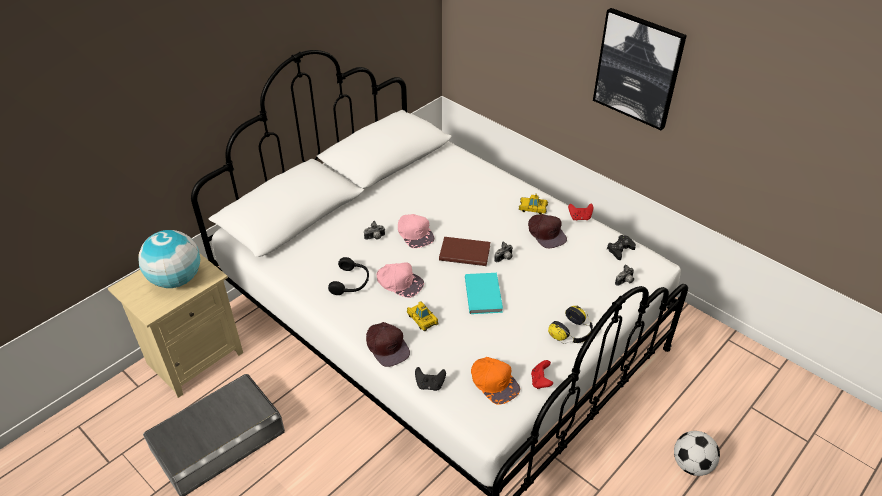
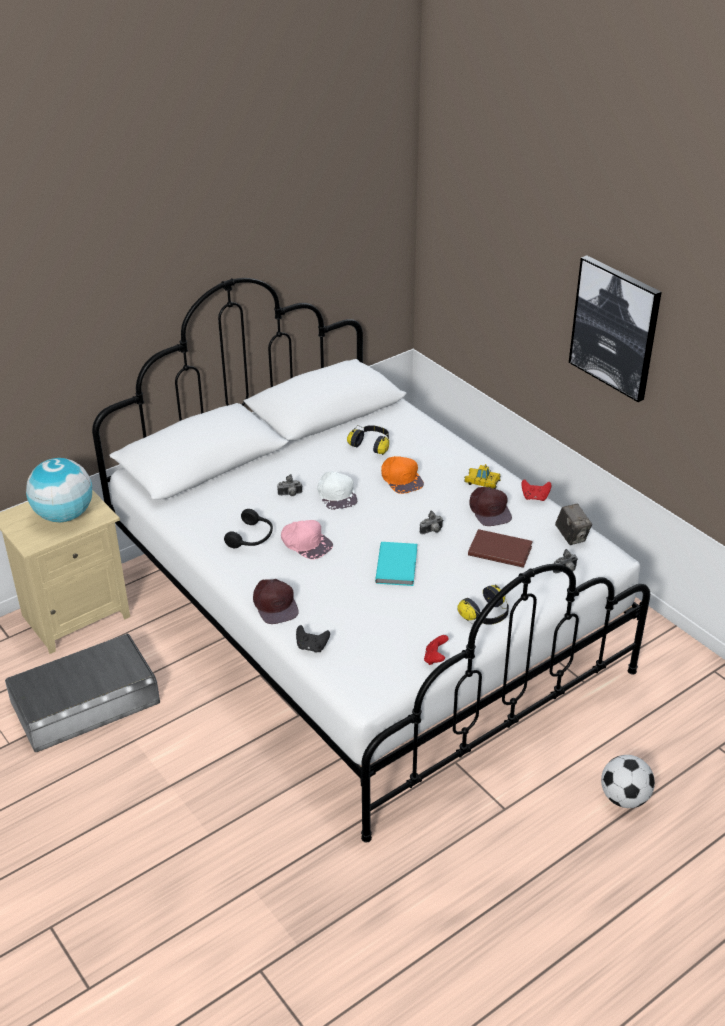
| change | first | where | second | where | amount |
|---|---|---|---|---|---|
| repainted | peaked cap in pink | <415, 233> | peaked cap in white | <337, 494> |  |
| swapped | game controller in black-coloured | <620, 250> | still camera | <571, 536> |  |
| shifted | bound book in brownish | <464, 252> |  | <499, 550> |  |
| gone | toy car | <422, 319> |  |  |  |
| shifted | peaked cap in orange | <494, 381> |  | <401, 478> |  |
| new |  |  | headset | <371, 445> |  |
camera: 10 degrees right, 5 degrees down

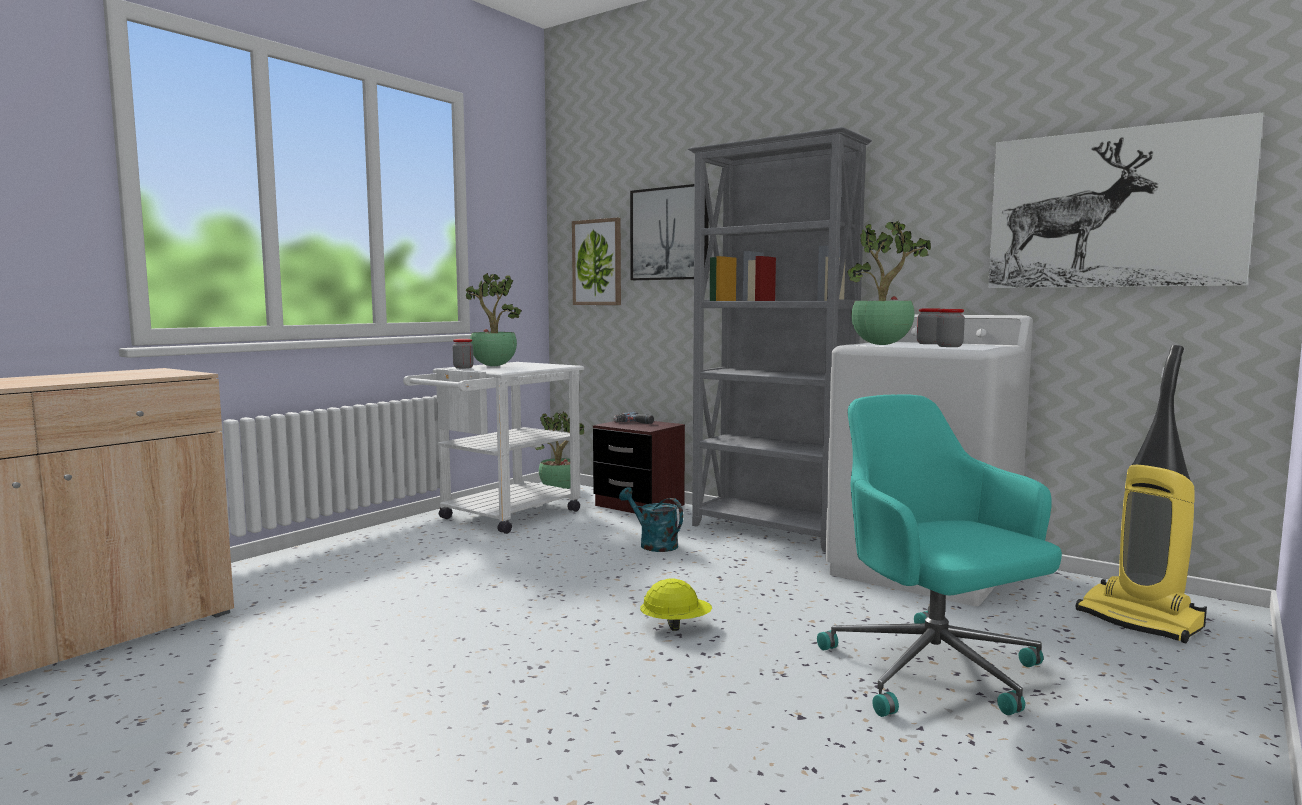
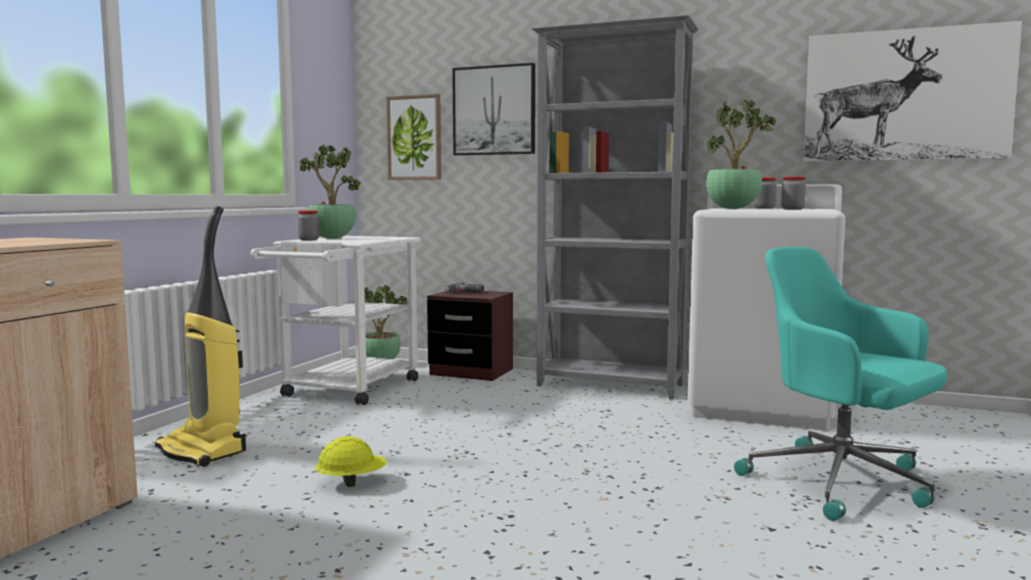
| change | first | where | second | where | amount |
|---|---|---|---|---|---|
| shifted | vacuum cleaner | <1141, 620> |  | <203, 451> |  |
| gone | watering pot in turquoise | <653, 544> |  |  |  |
| shifted | work helmet in yellowish | <676, 626> |  | <352, 482> |  |
camera: 15 degrees left, 0 degrees up

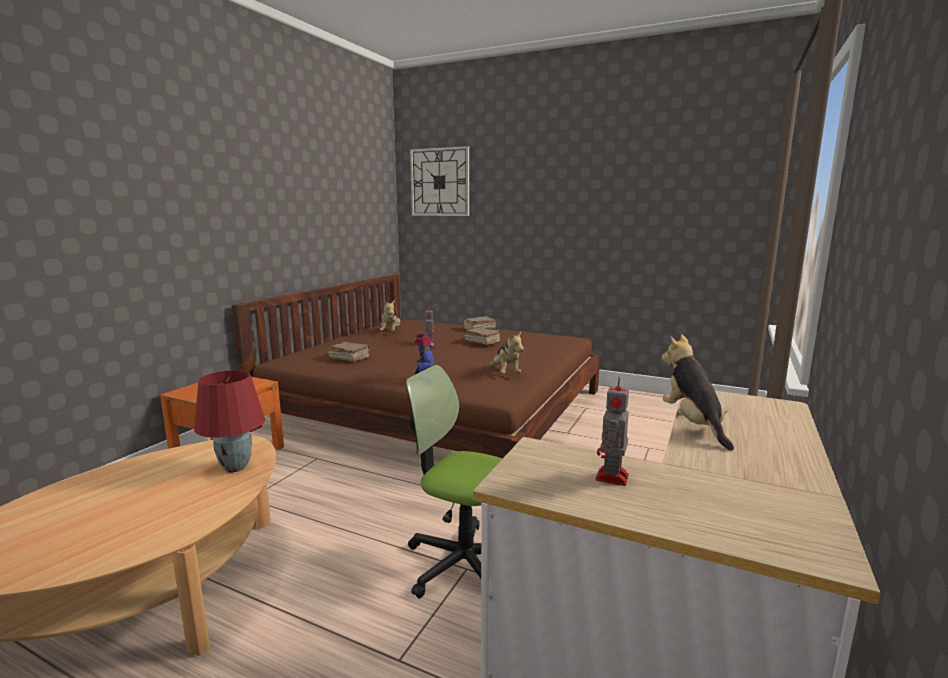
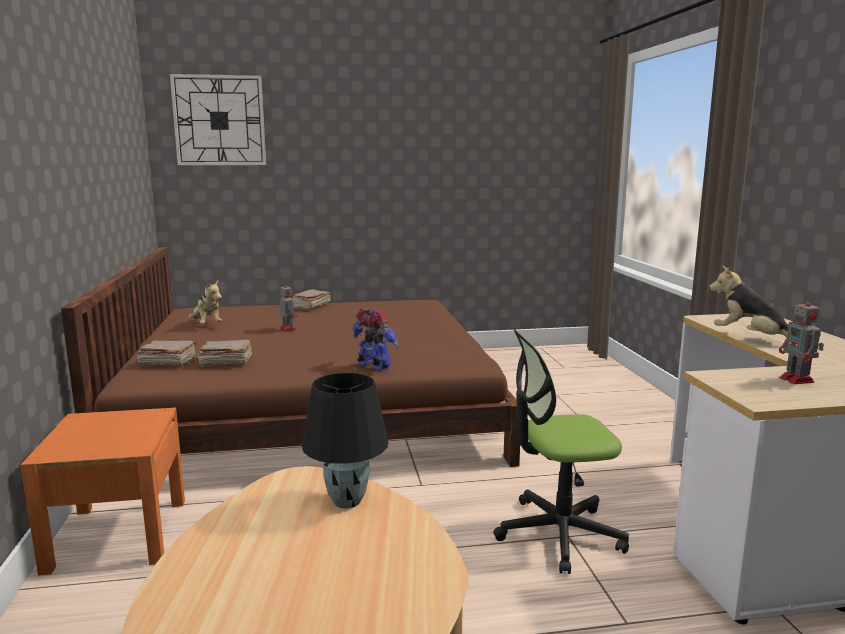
| change | first | where | second | where | amount |
|---|---|---|---|---|---|
| shifted | bound book in brownish | <482, 342> |  | <167, 362> |  |
| gone | cuddly toy | <505, 373> |  |  |  |
| repainted | tabletop lamp in reddish | <234, 467> | tabletop lamp in black-coloured | <346, 502> |  |
camera: 35 degrees left, 0 degrees up

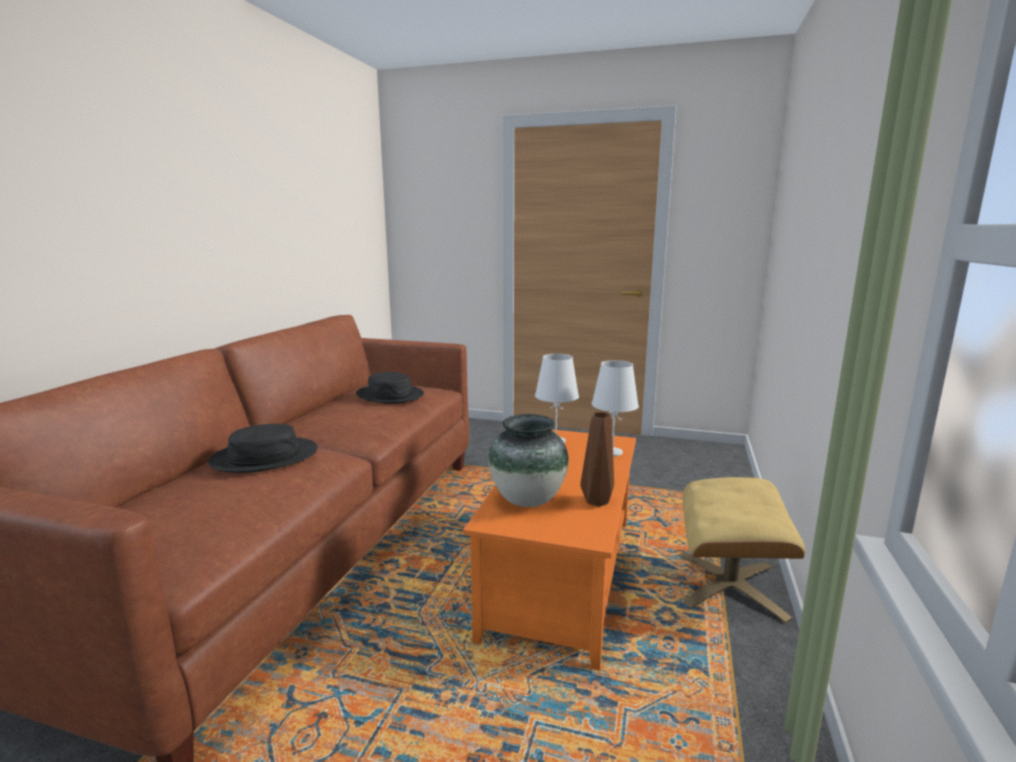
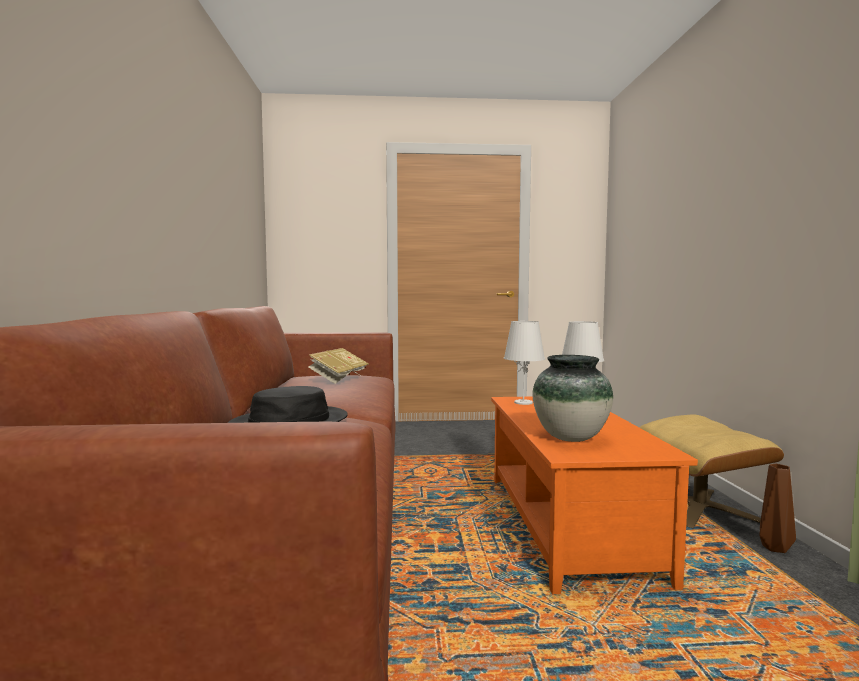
| change | first | where | second | where | amount |
|---|---|---|---|---|---|
| swapped | hat in black-coloured | <390, 395> | bound book | <338, 378> |  |
| shifted | flower vase in brownish | <598, 501> |  | <775, 547> |  |
camera: 20 degrees left, 10 degrees down

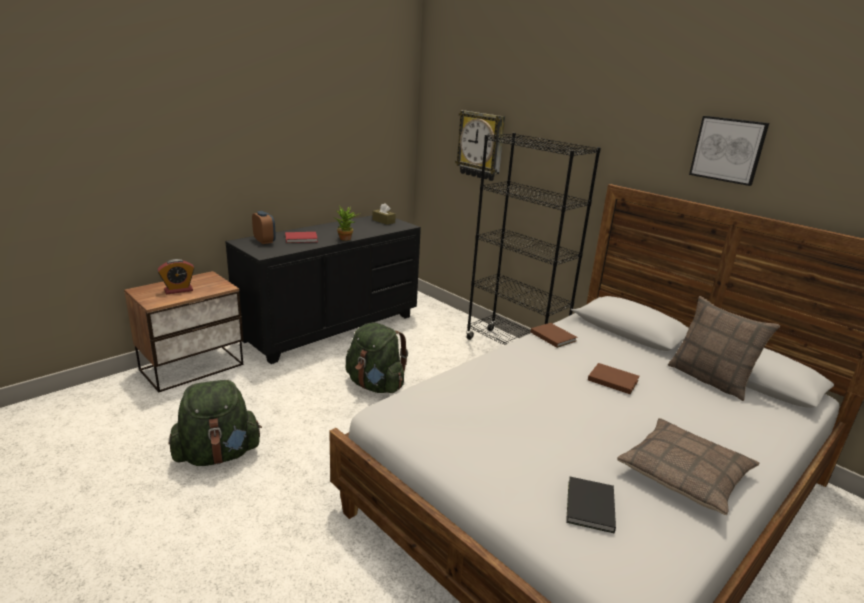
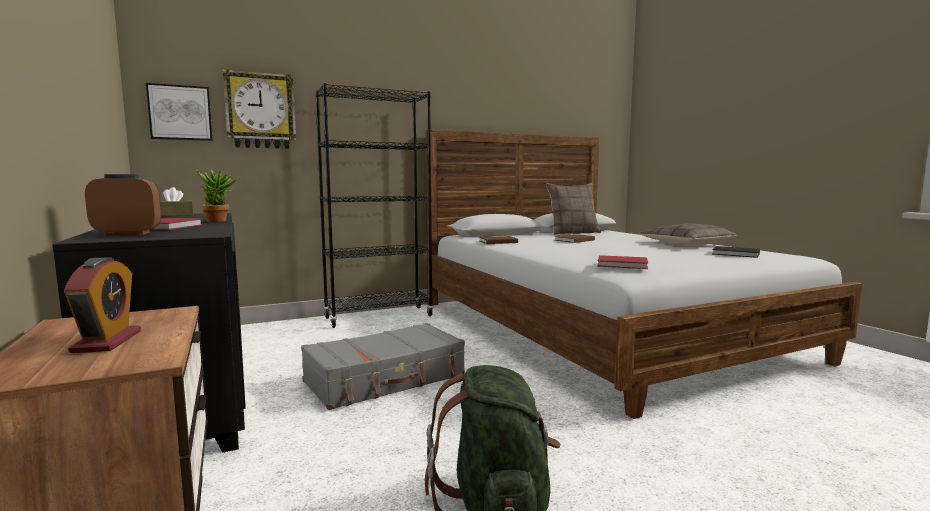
| change | first | where | second | where | amount |
|---|---|---|---|---|---|
| shifted | wall picture | <728, 150> |  | <180, 113> |  |
| swapped | knapsack in green-coloured | <375, 385> | piece of luggage in greyish | <386, 379> |  |
| new |  |  | bound book in reddish | <623, 265> |  |
camera: 70 degrees left, 15 degrees down

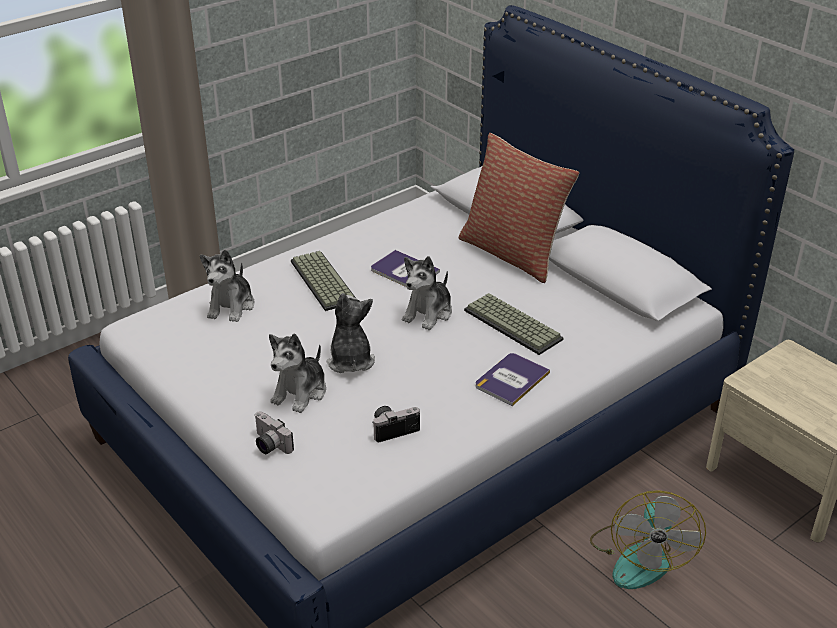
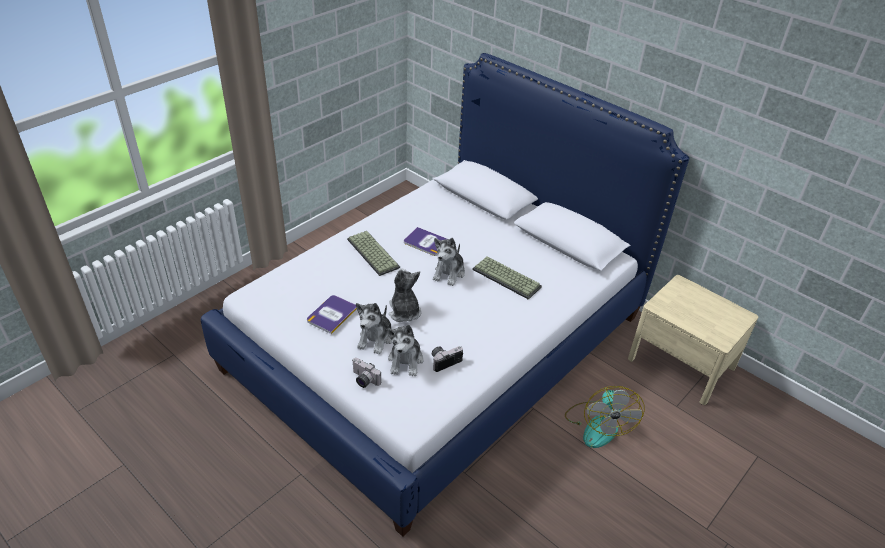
| change | first | where | second | where | amount |
|---|---|---|---|---|---|
| gone | cushion | <513, 253> |  |  |  |
| shifted | cuddly toy | <231, 306> |  | <406, 360> |  |
| shifted | bound book | <511, 379> |  | <332, 314> |  |
camera: 10 degrees left, 5 degrees up

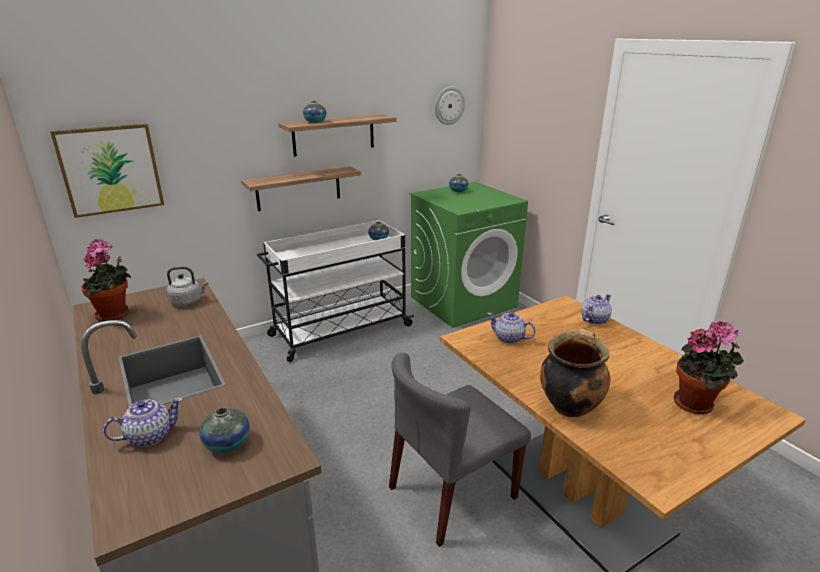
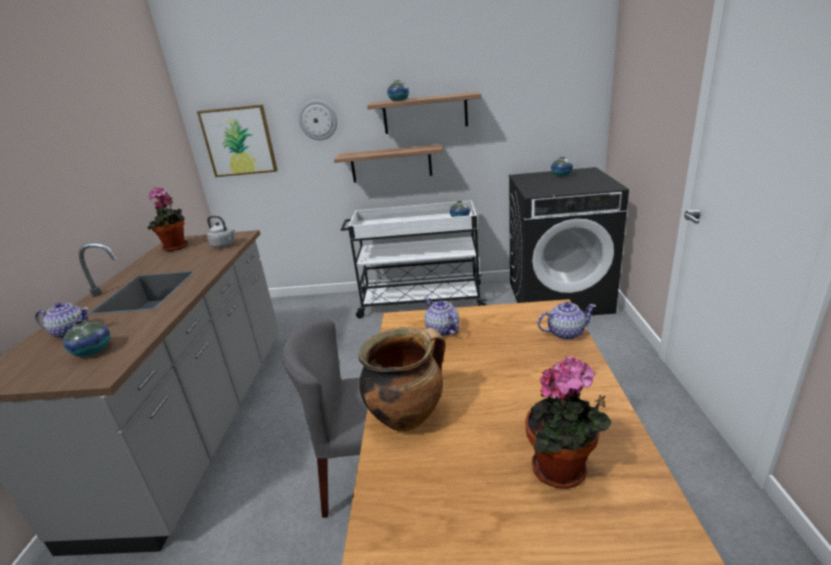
| change | first | where | second | where | amount |
|---|---|---|---|---|---|
| shifted | clock on the wall | <449, 105> |  | <318, 120> |  |
| repainted | washing machine in green-coloured | <463, 301> | washing machine in black-coloured | <559, 297> |  |
camera: 35 degrees right, 0 degrees up

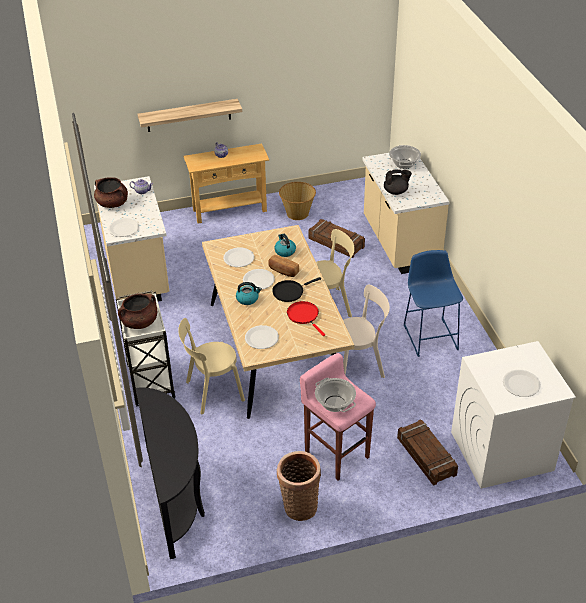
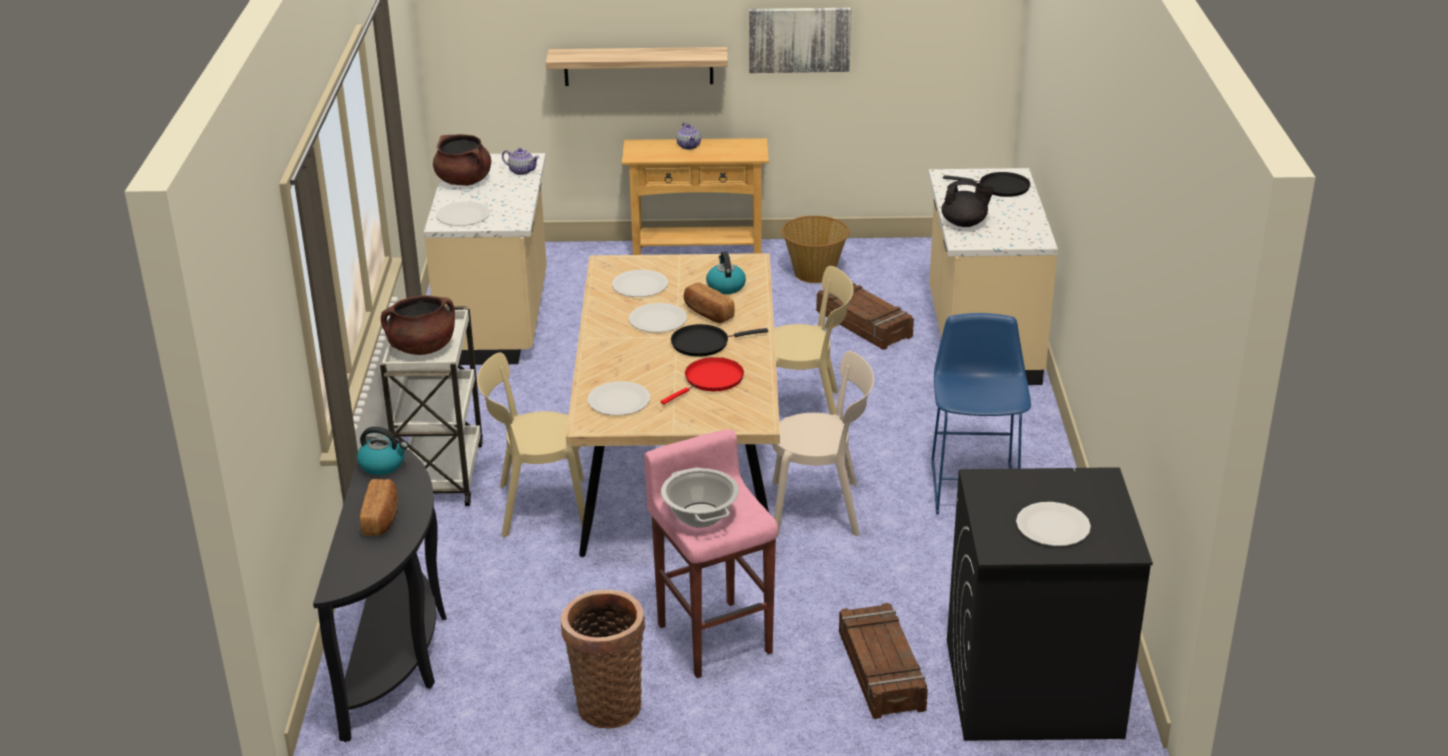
| change | first | where | second | where | amount |
|---|---|---|---|---|---|
| swapped | stockpot | <404, 164> | skillet in black-coloured | <1000, 187> |  |
| shifted | water kettle | <248, 299> |  | <383, 465> |  |
| rotated | skillet in reddish | <304, 316> |  | <711, 380> | 60 degrees clockwise |
| repainted | washing machine in white | <501, 451> | washing machine in black-coloured | <1031, 688> |  |
| new |  |  | wall picture | <799, 39> |  |
| new |  |  | bakery bread | <382, 518> |  |
camera: 15 degrees right, 10 degrees down

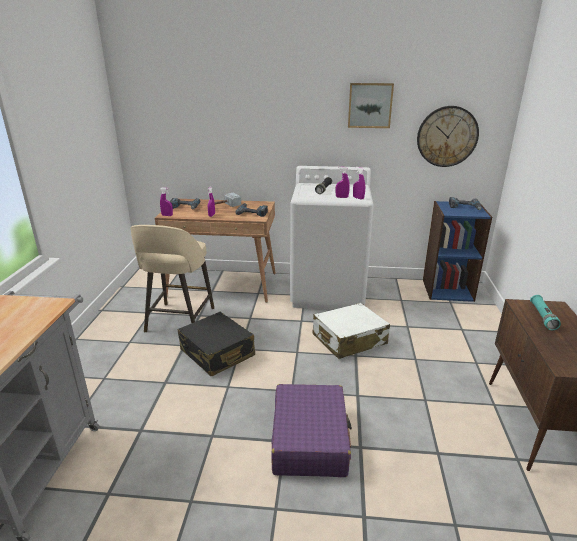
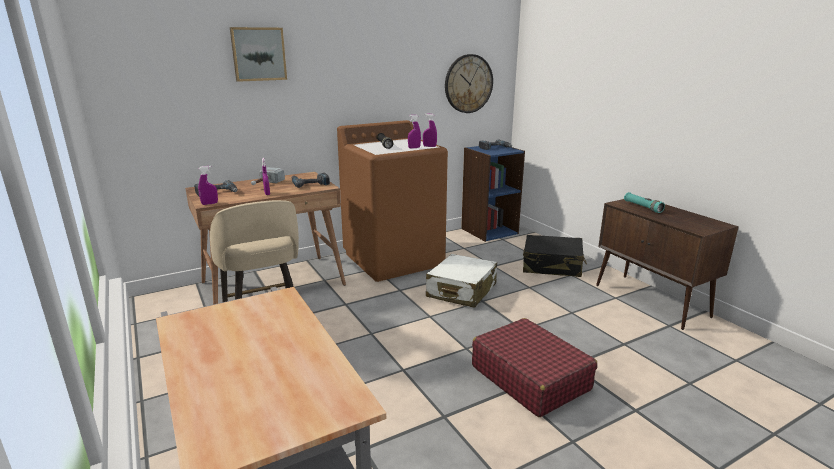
| change | first | where | second | where | amount |
|---|---|---|---|---|---|
| shifted | wall picture | <370, 105> |  | <258, 54> |  |
| repainted | washing machine in white | <328, 292> | washing machine in brownish | <394, 259> |  |
| shifted | piece of luggage in black-coloured | <217, 353> |  | <552, 266> |  |
| repainted | piece of luggage in purple | <310, 439> | piece of luggage in reddish | <529, 377> |  |
camera: 35 degrees left, 5 degrees down

